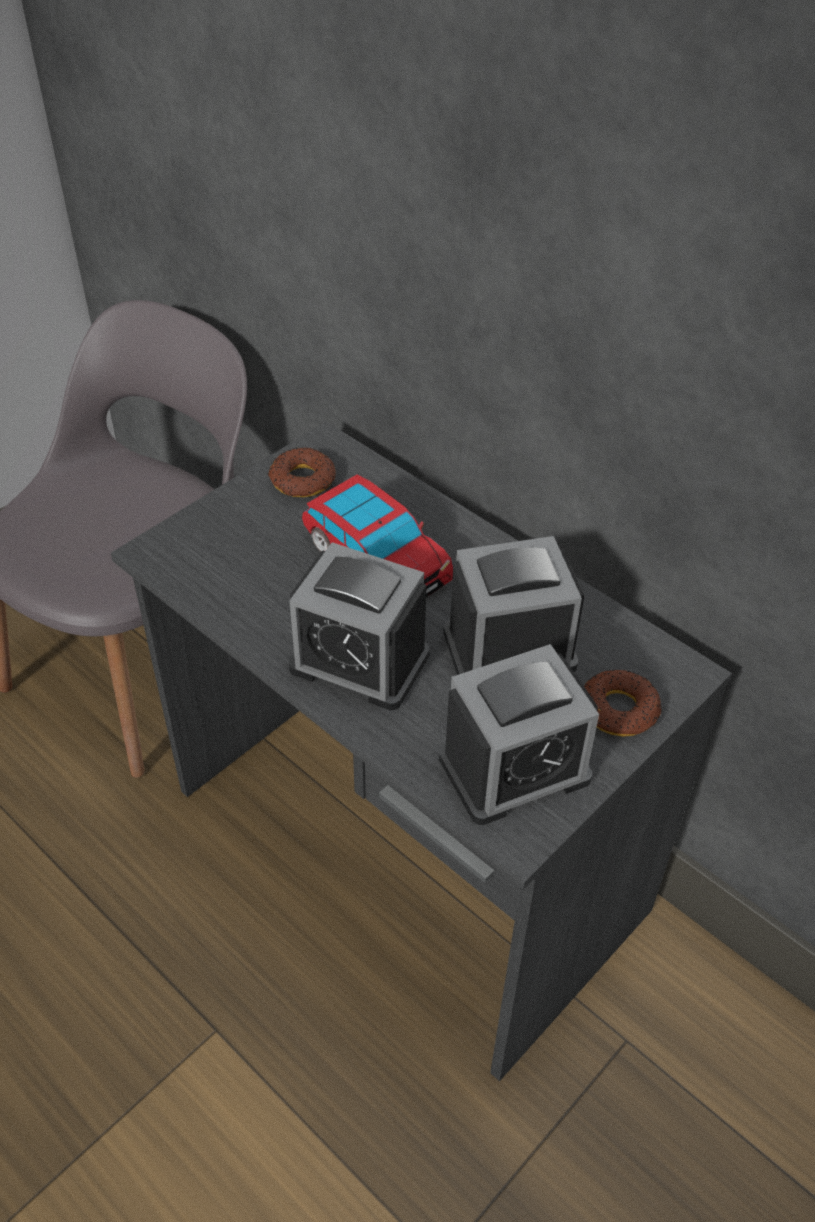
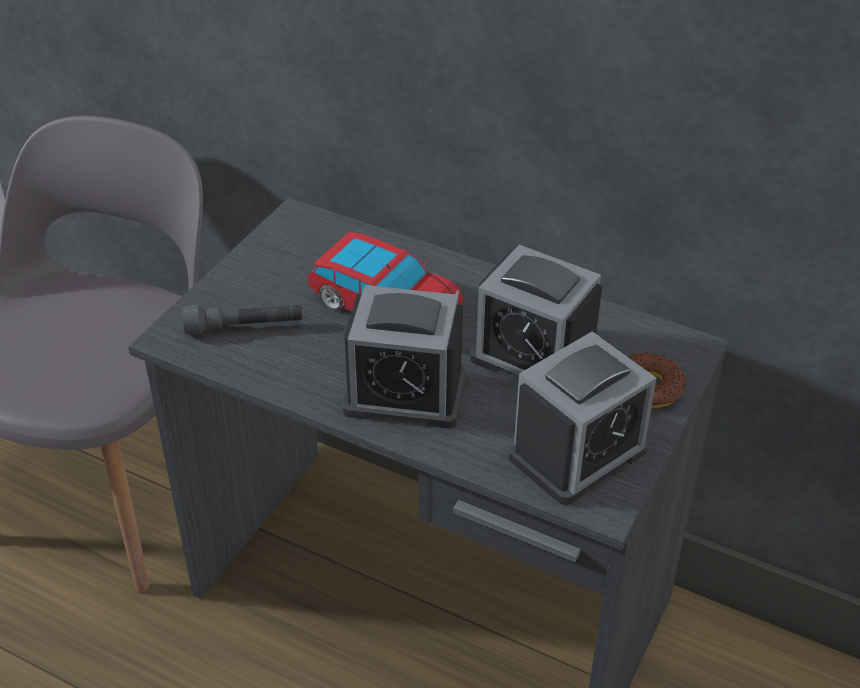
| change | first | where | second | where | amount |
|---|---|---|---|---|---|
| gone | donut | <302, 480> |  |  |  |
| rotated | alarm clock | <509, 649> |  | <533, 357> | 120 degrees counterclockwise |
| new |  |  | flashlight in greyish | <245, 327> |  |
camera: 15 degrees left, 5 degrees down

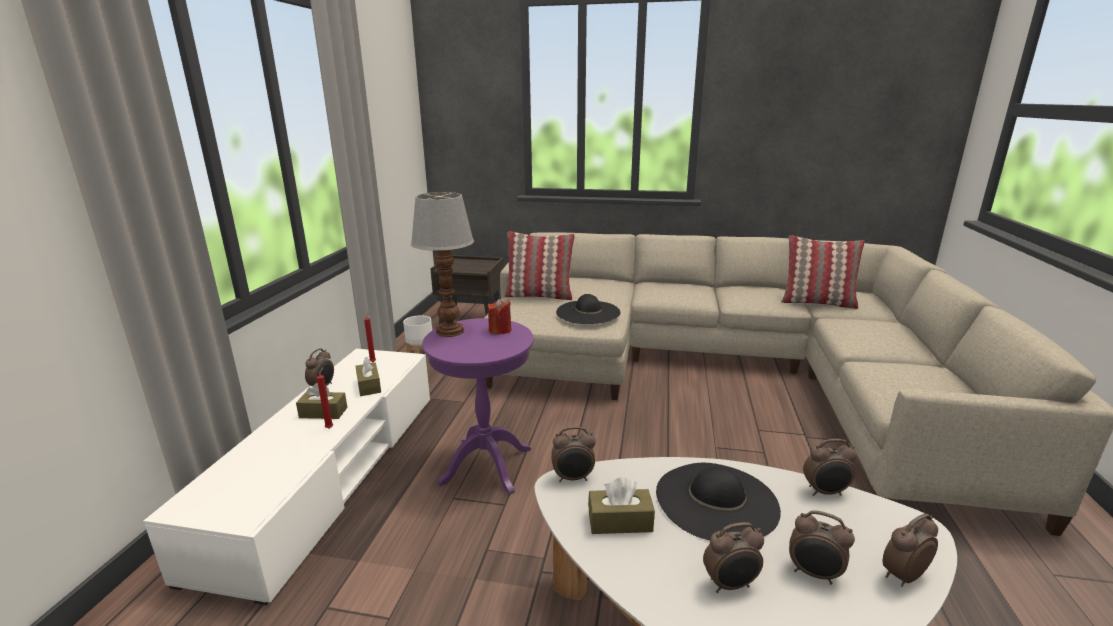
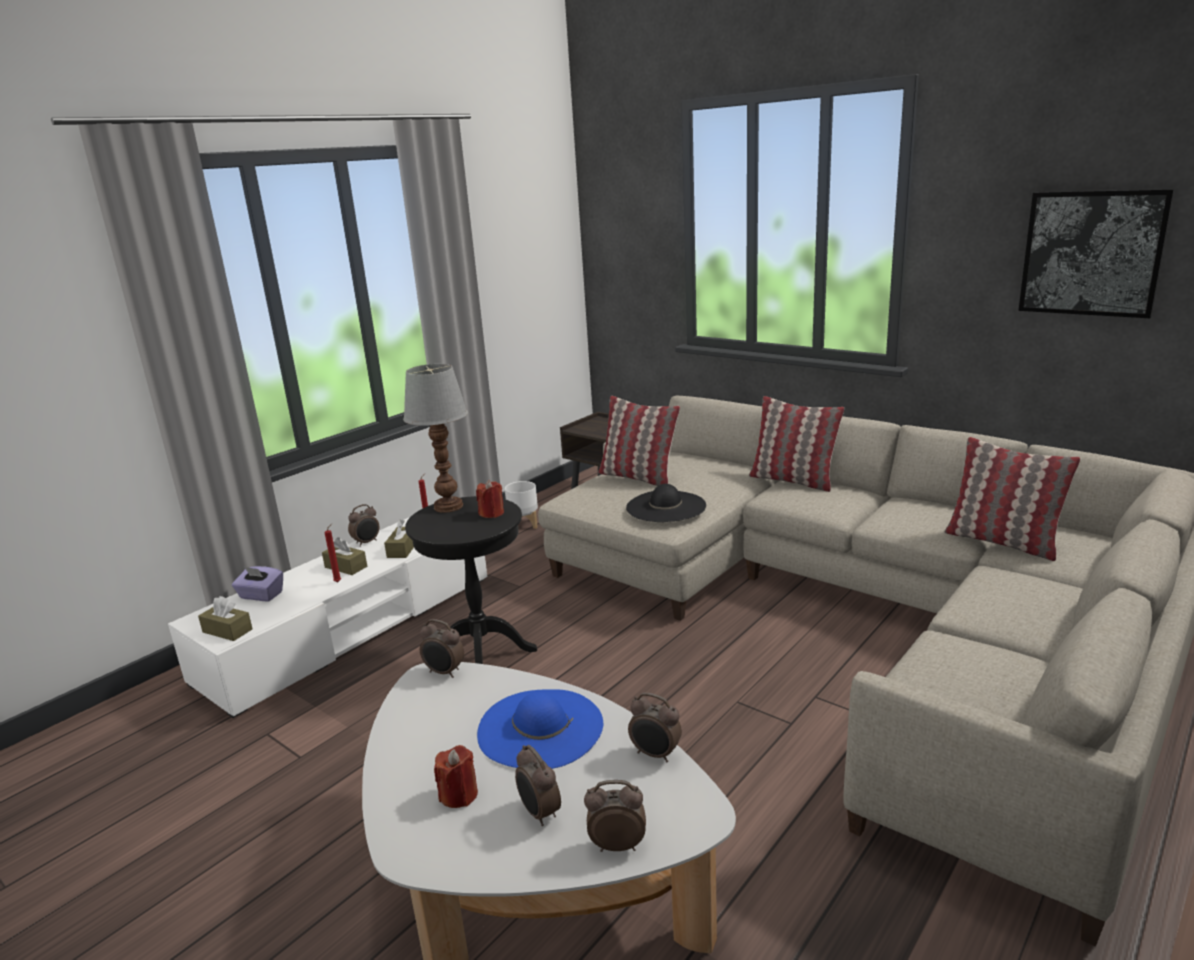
| change | first | where | second | where | amount |
|---|---|---|---|---|---|
| repainted | end table in purple | <486, 465> | end table in black-coloured | <482, 655> |  |
| repainted | hat in black-coloured | <716, 500> | hat in blue-coloured | <540, 728> |  |
| shifted | tissue holder in brownish | <620, 521> |  | <227, 631> |  |
| swapped | alarm clock | <730, 585> | wax light in reddish | <459, 795> |  |
| new |  |  | wall picture | <1092, 253> |  |
| new |  |  | cushion | <793, 480> |  |
| new |  |  | tissue holder in purple | <261, 595> |  |
camera: 30 degrees right, 0 degrees up

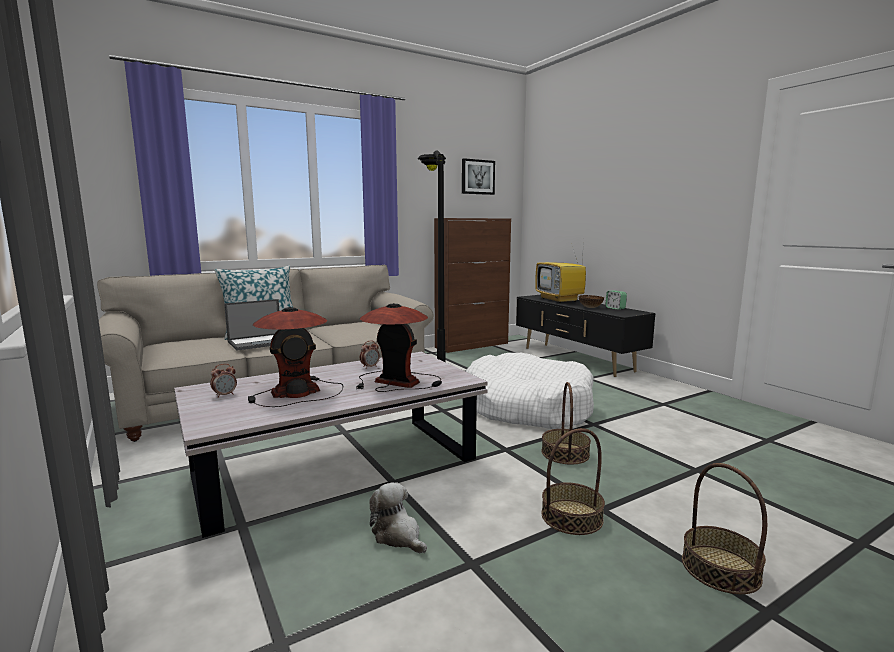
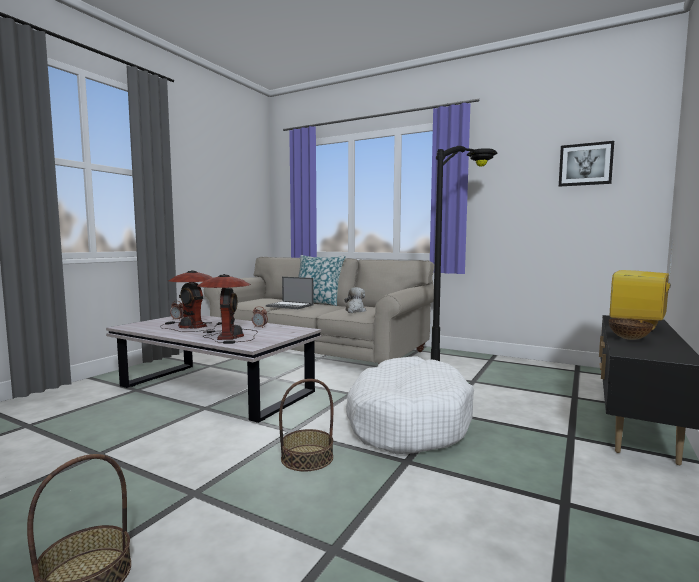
| change | first | where | second | where | amount |
|---|---|---|---|---|---|
| gone | cabinet in brownish | <472, 345> |  |  |  |
| gone | alarm clock | <615, 308> |  |  |  |
| gone | storage basket | <572, 517> |  |  |  |
| shifted | cuddly toy | <398, 535> |  | <354, 311> |  |
camera: 60 degrees right, 5 degrees down

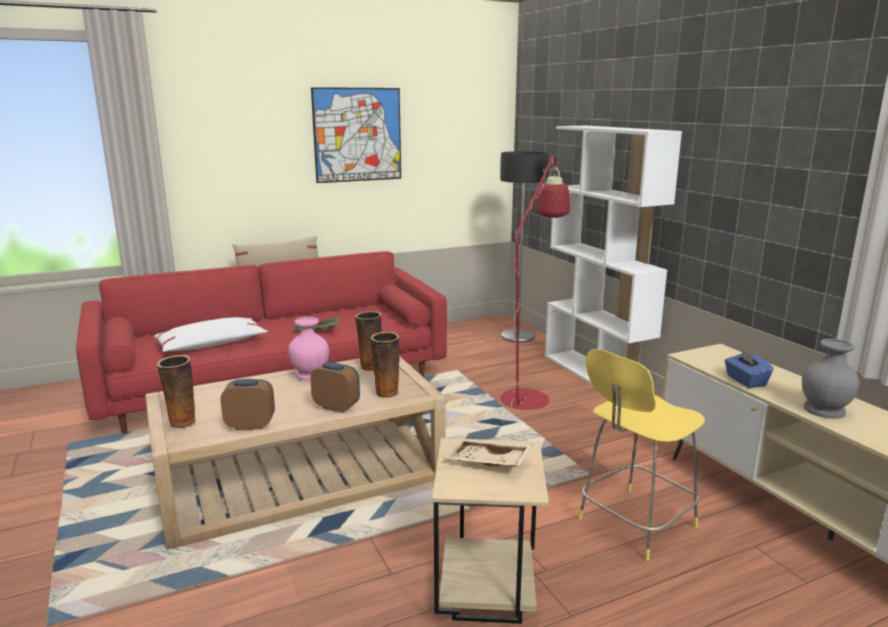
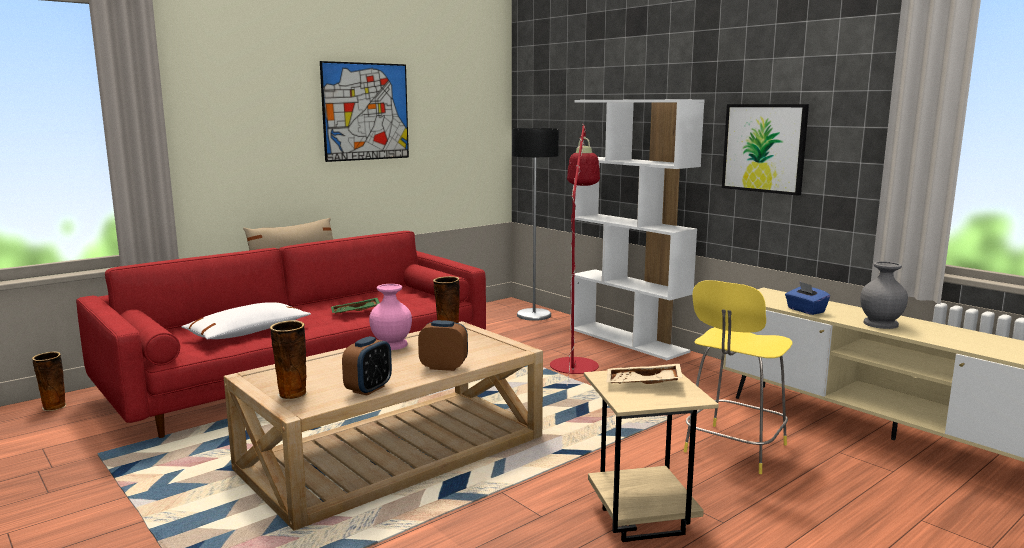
| change | first | where | second | where | amount |
|---|---|---|---|---|---|
| shifted | flower vase | <386, 393> |  | <53, 407> |  |
| rotated | alarm clock | <250, 425> |  | <368, 389> | 135 degrees clockwise |
| new |  |  | wall picture | <764, 148> |  |
camera: 15 degrees left, 5 degrees down

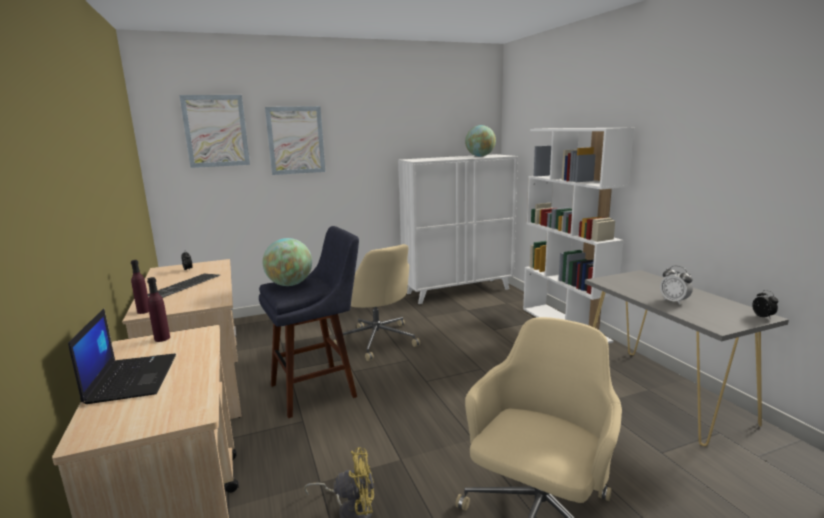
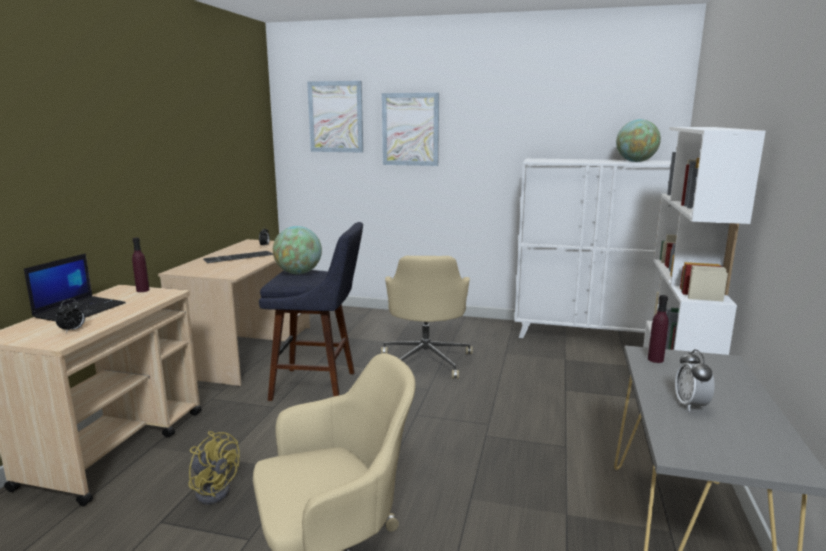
| change | first | where | second | where | amount |
|---|---|---|---|---|---|
| shifted | bottle in purple | <144, 311> |  | <655, 359> |  |
| shifted | alarm clock | <763, 317> |  | <73, 330> |  |
camera: 35 degrees right, 0 degrees up

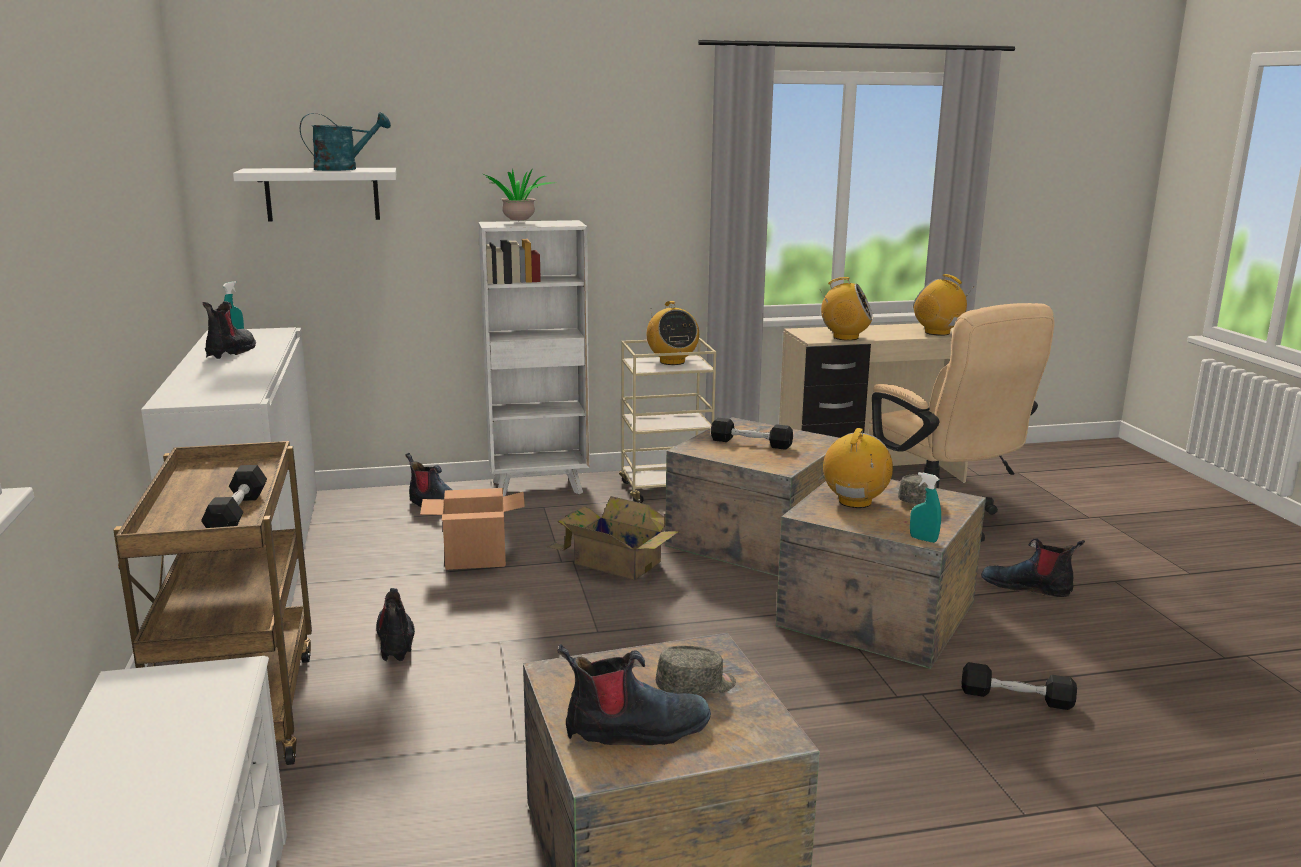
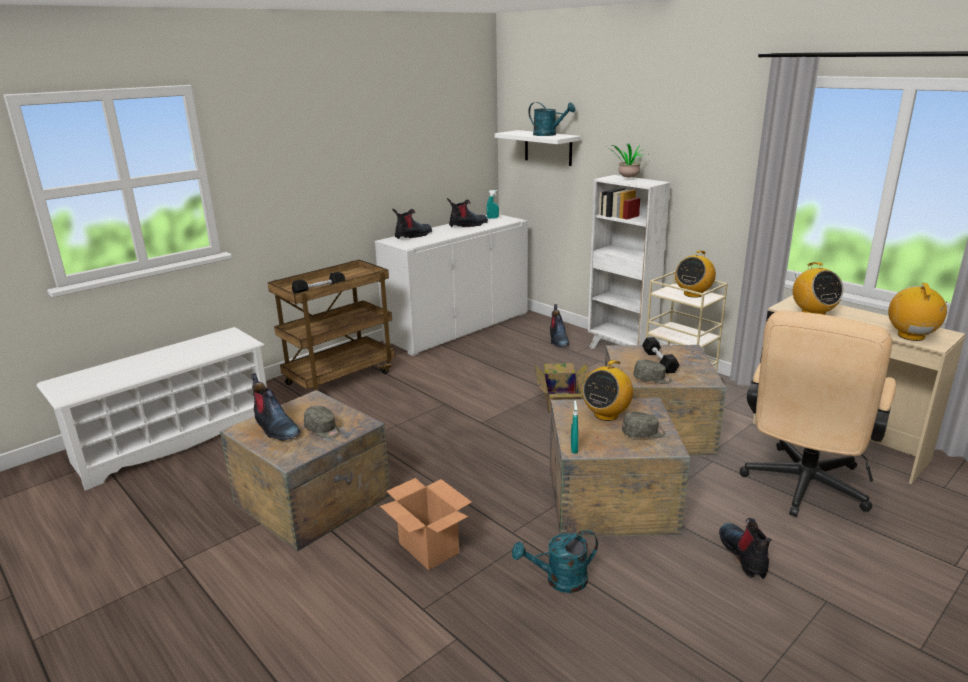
| change | first | where | second | where | amount |
|---|---|---|---|---|---|
| rotated | radio set | <855, 502> |  | <606, 414> | 135 degrees clockwise |
| shifted | cardboard box | <475, 559> |  | <428, 548> |  |
| shifted | high-top boot | <396, 641> |  | <413, 235> |  |
| swapped | dumbbell in black-coloured | <1016, 698> | watering pot in turquoise | <559, 581> |  |
| new |  |  | peaked cap in greyish | <652, 379> |  |
camera: 60 degrees right, 5 degrees up

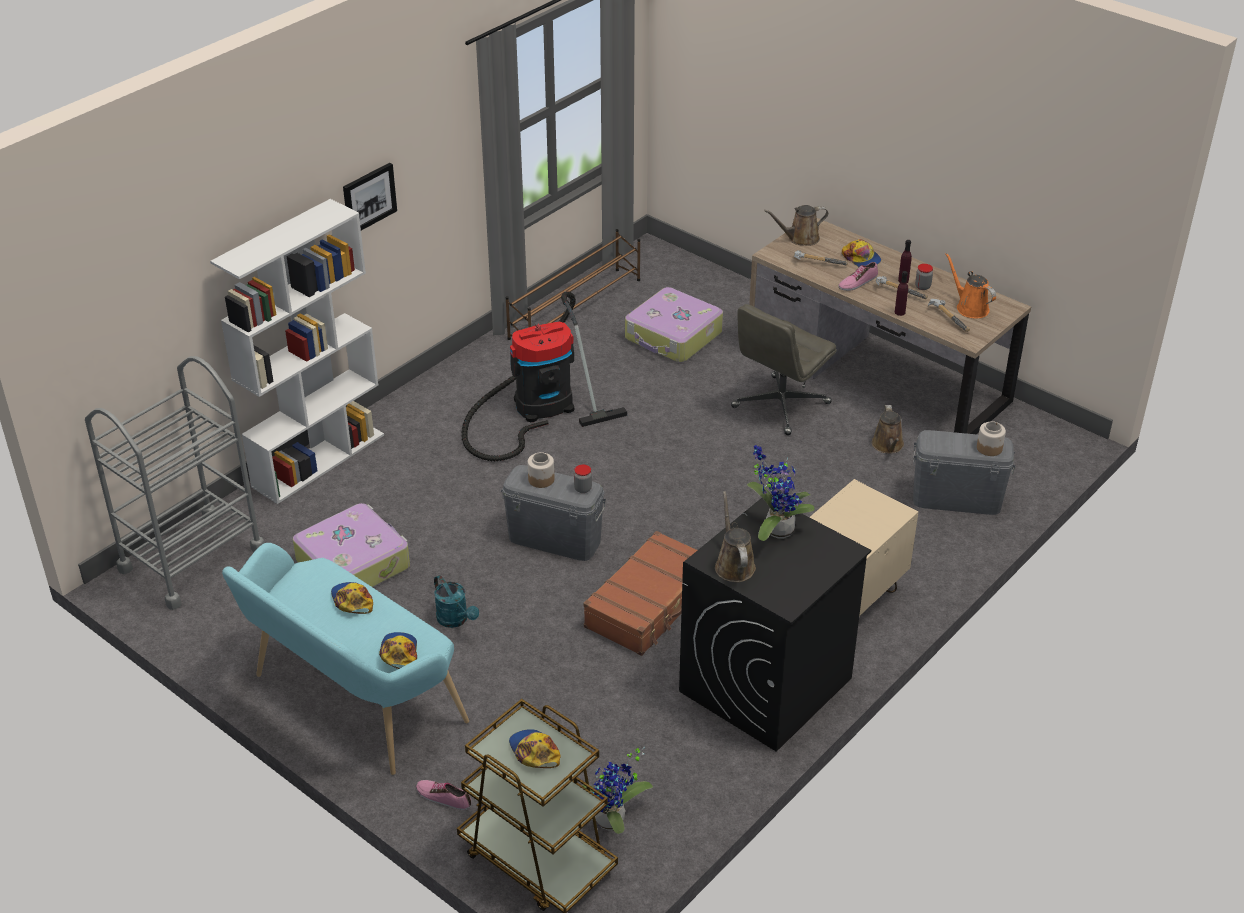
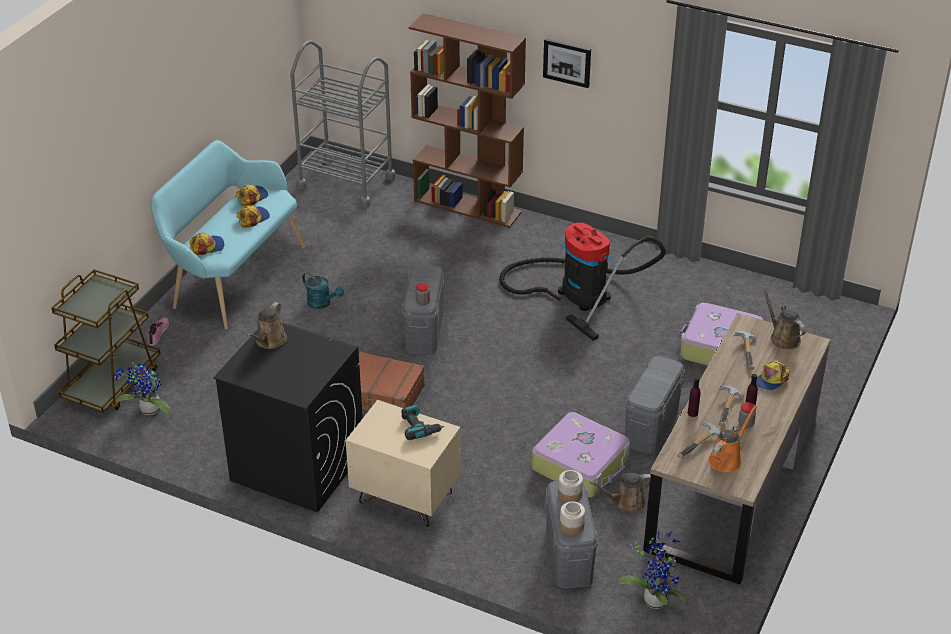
| change | first | where | second | where | amount |
|---|---|---|---|---|---|
| repainted | bookshelf in white | <318, 460> | bookshelf in brownish | <468, 206> |  |
| gone | shoe rack in brownish | <576, 308> |  |  |  |
| gone | item of footwear | <857, 282> |  |  |  |
| swapped | desk chair in greyish | <780, 406> | storage bin in greyish | <651, 426> |  |
| shifted | potted plant | <775, 529> |  | <655, 598> |  |
| shifted | preserve jar | <541, 479> |  | <570, 494> |  |
| rotated | watering pot in brownish | <733, 565> |  | <269, 341> | 135 degrees clockwise |
| shifted | piece of luggage | <354, 563> |  | <581, 464> |  |
| rotated | watering pot in turquoise | <456, 620> |  | <322, 303> | 90 degrees counterclockwise |
| shifted | peaked cap | <534, 752> |  | <252, 197> |  |
| new |  |  | electric drill | <419, 427> |  |
camera: 75 degrees right, 0 degrees up

